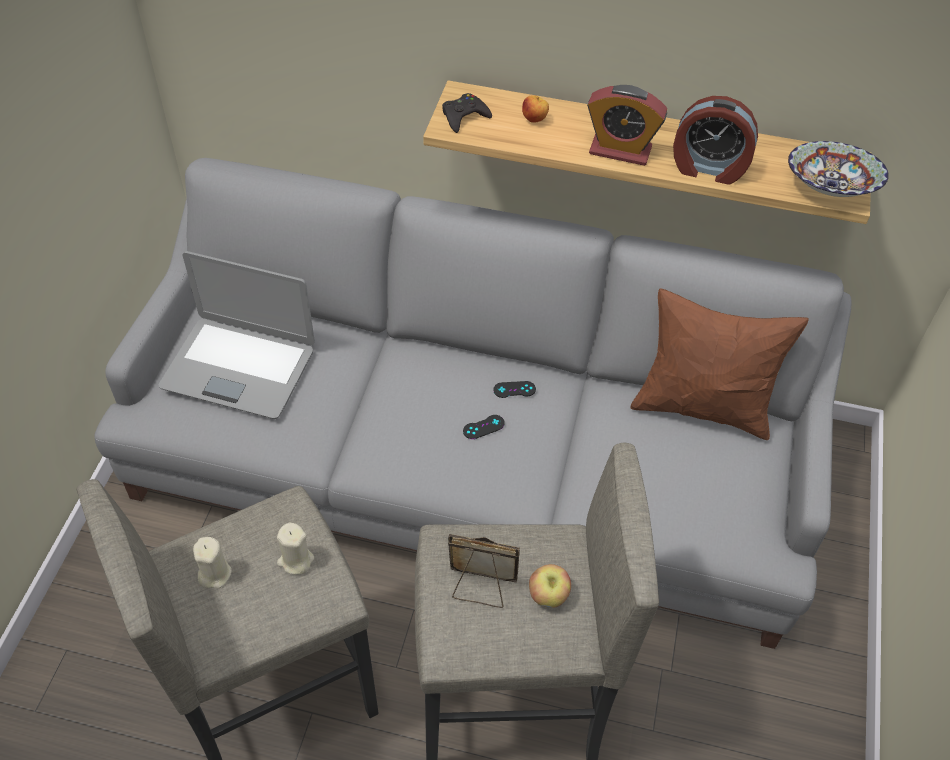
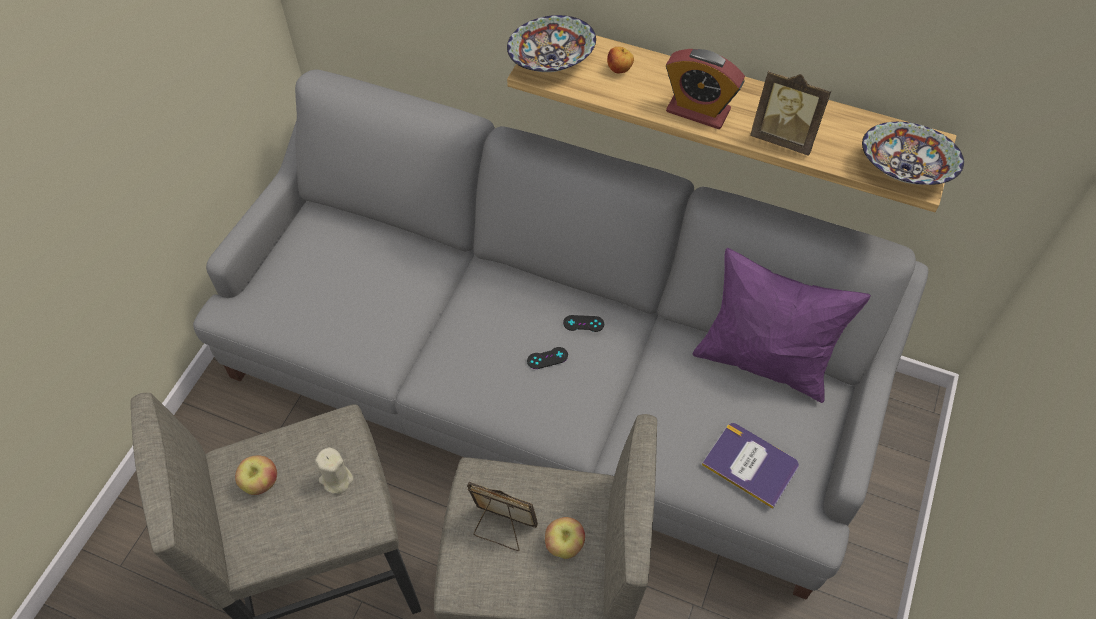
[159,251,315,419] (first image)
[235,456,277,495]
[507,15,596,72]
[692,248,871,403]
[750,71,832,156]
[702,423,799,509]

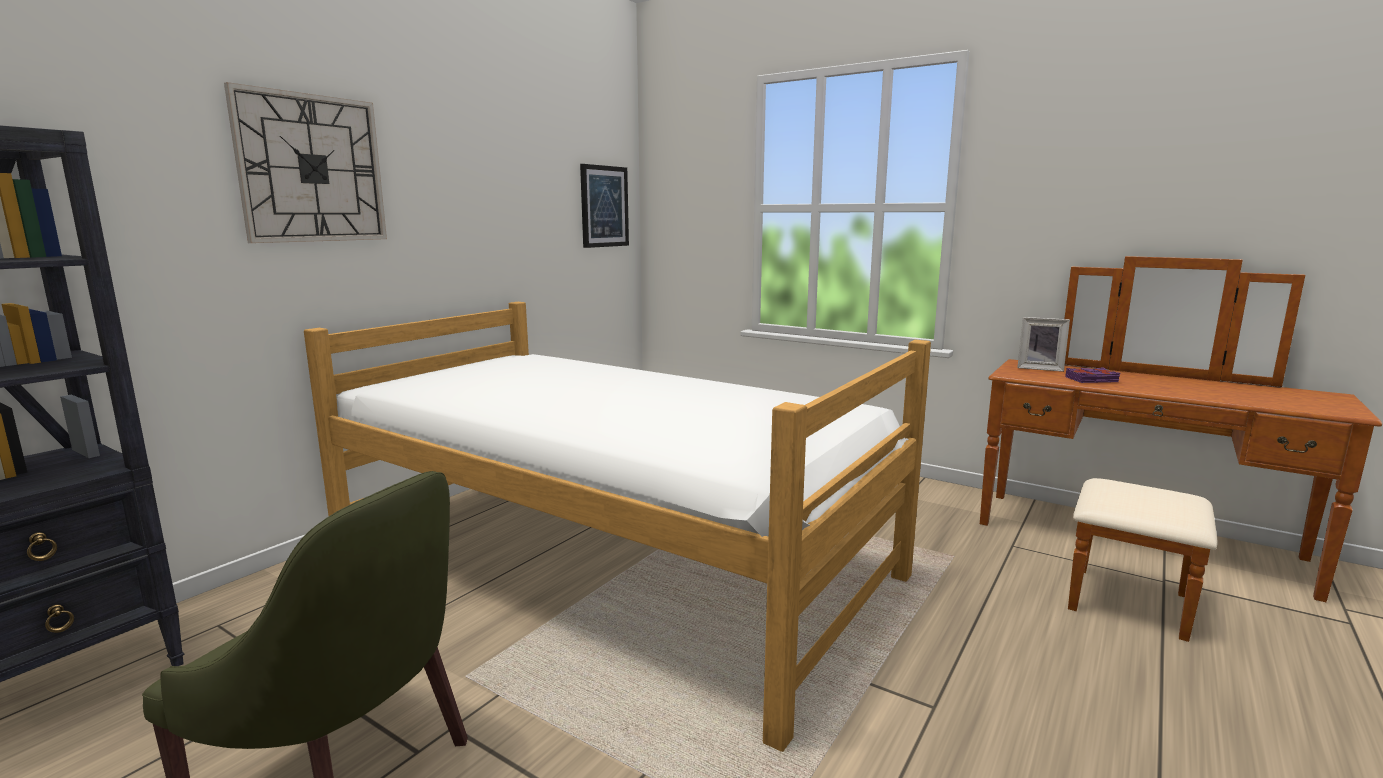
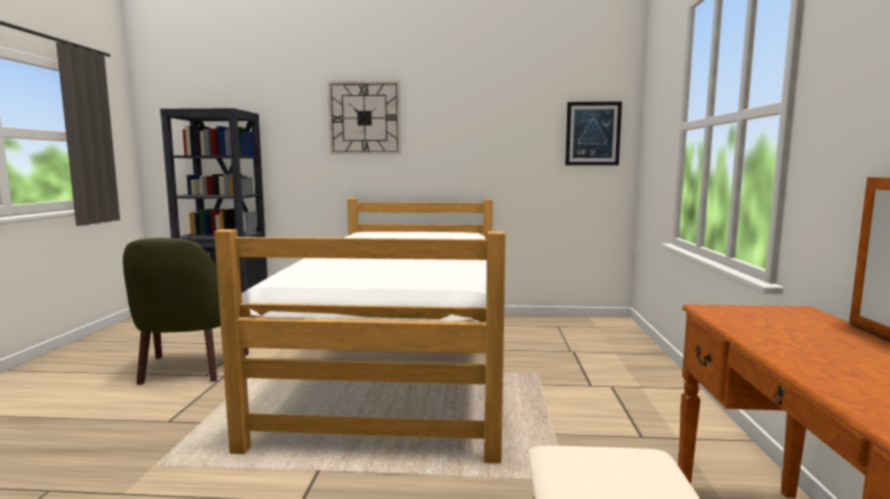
[1017,317,1070,372] (first image)
[1065,368,1120,383] (first image)

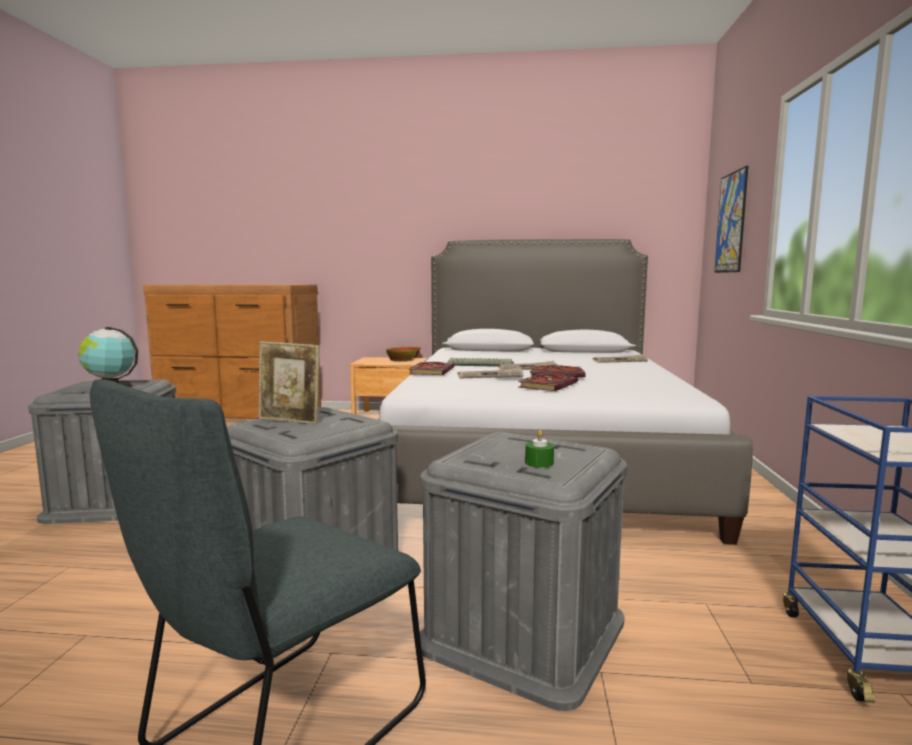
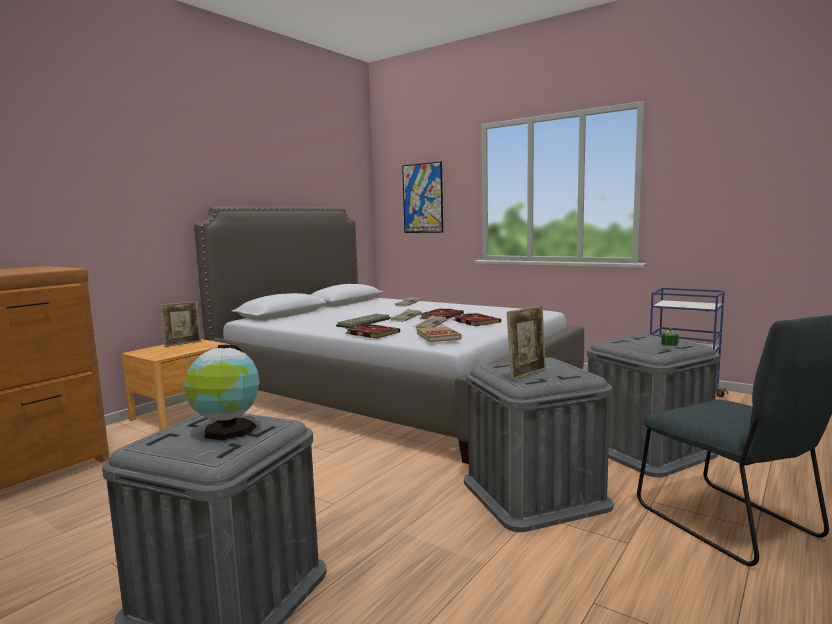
[160,301,201,347]
[417,326,462,342]

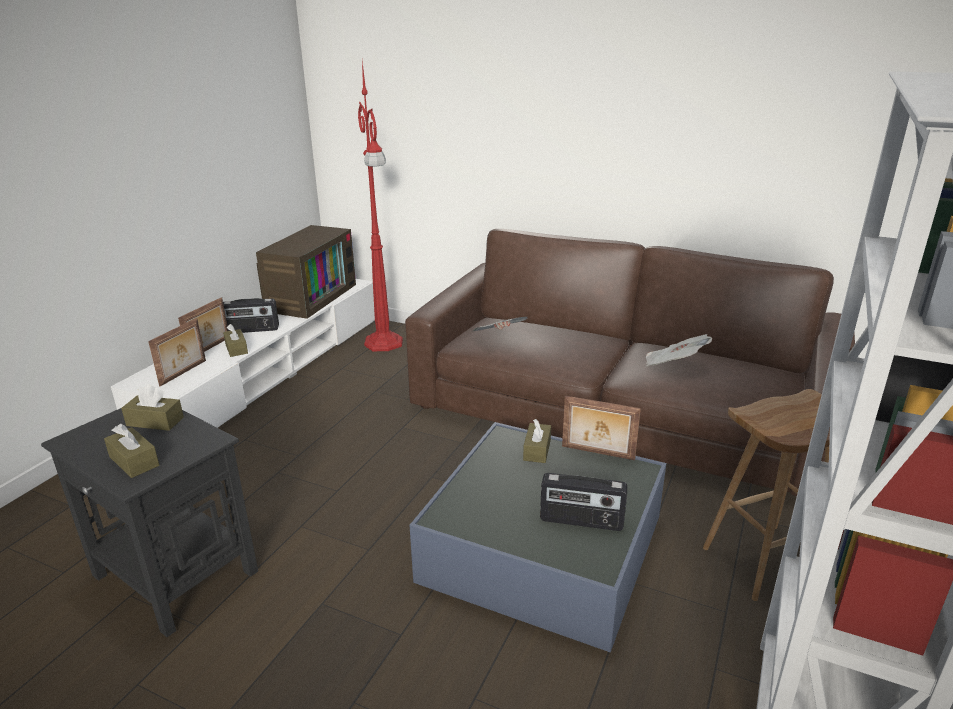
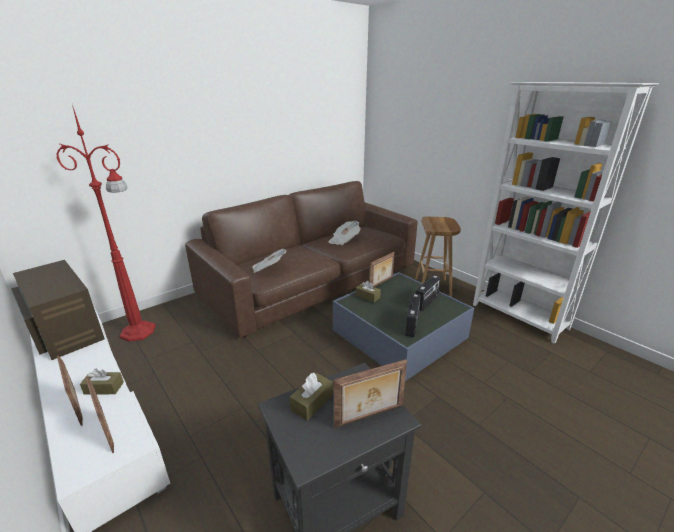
[334,359,407,428]
[405,294,421,337]

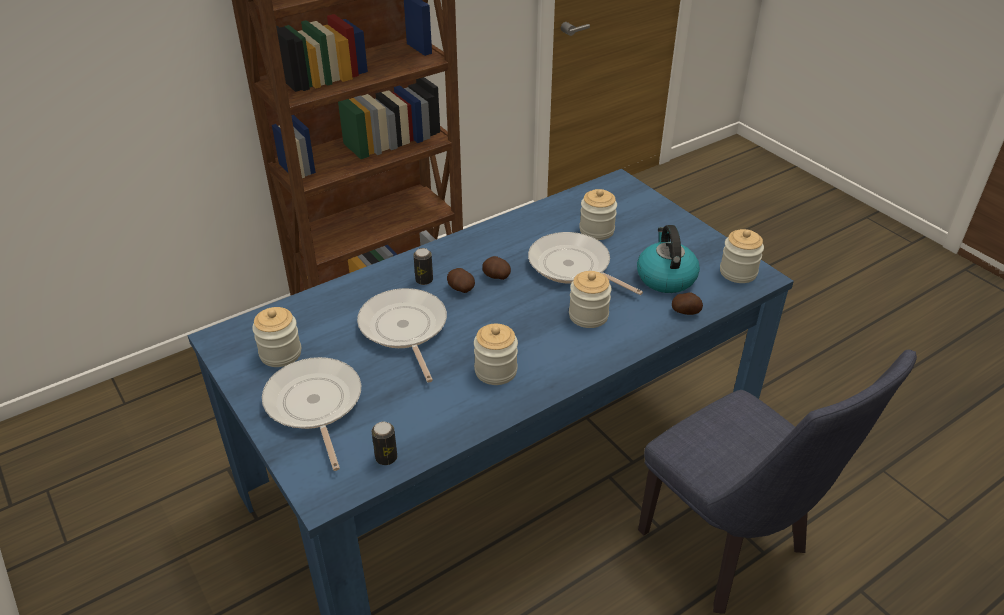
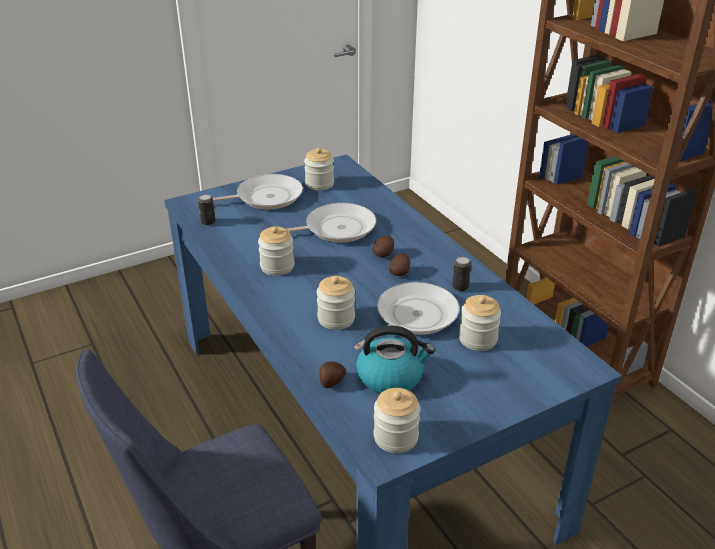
[452,257,471,291]

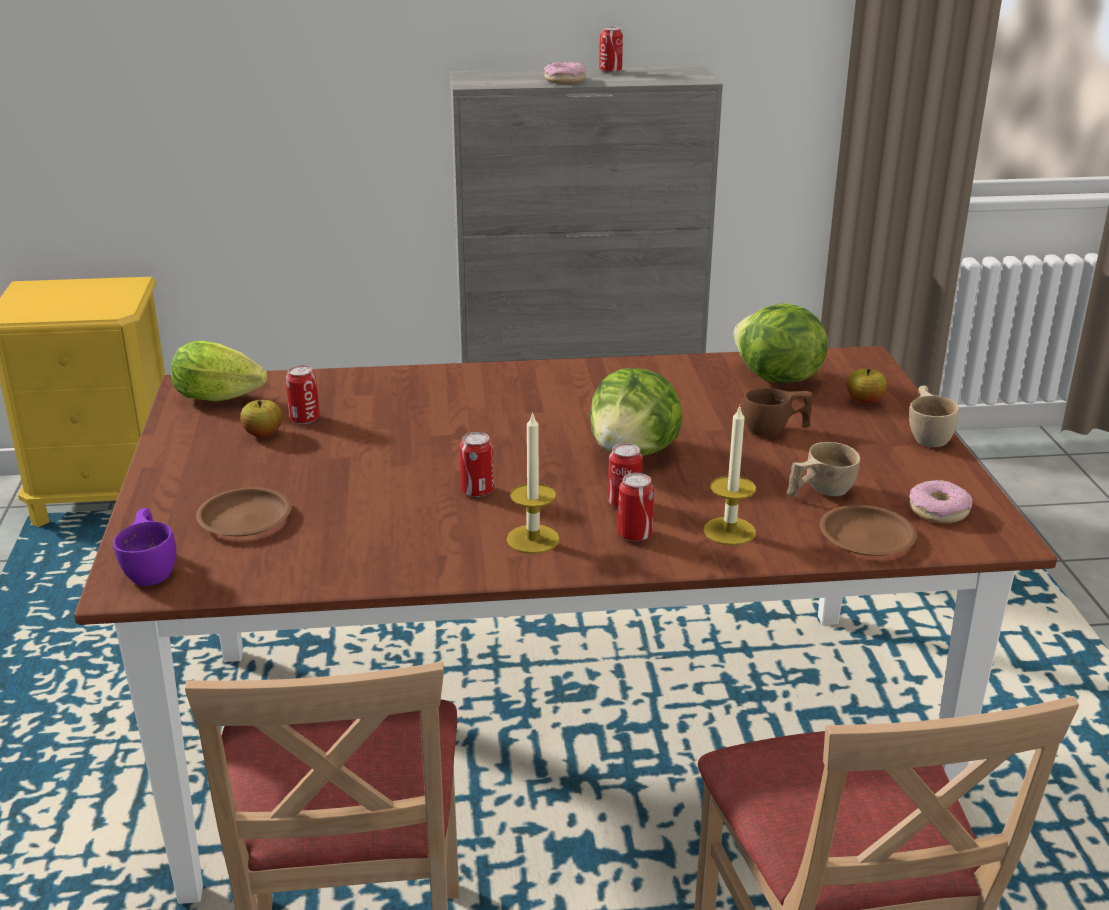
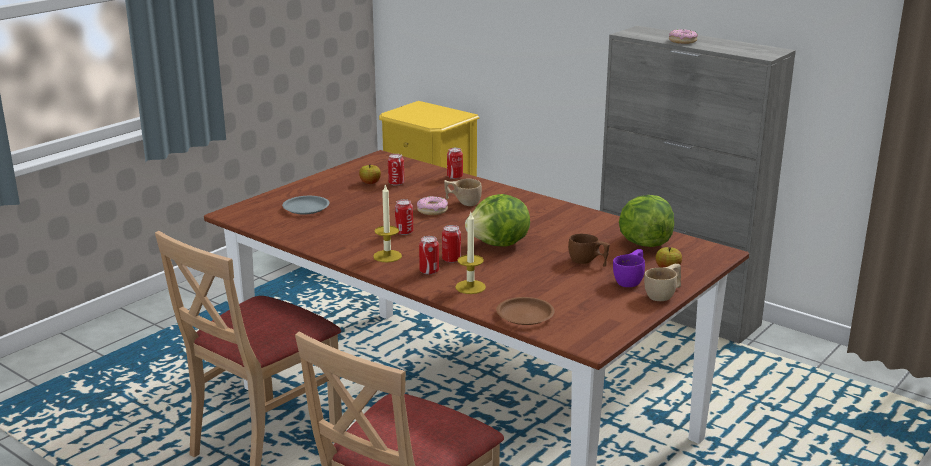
[613,249,645,287]
[171,341,267,402] (first image)
[282,196,329,214]
[447,148,463,179]
[444,179,482,206]
[417,196,448,215]

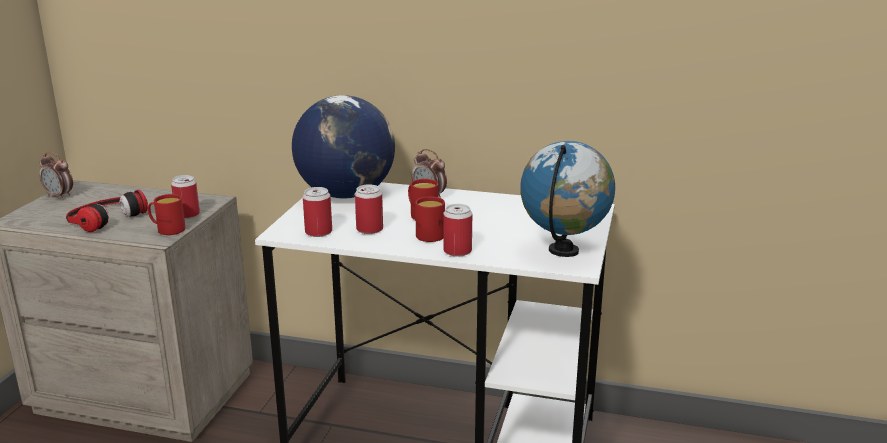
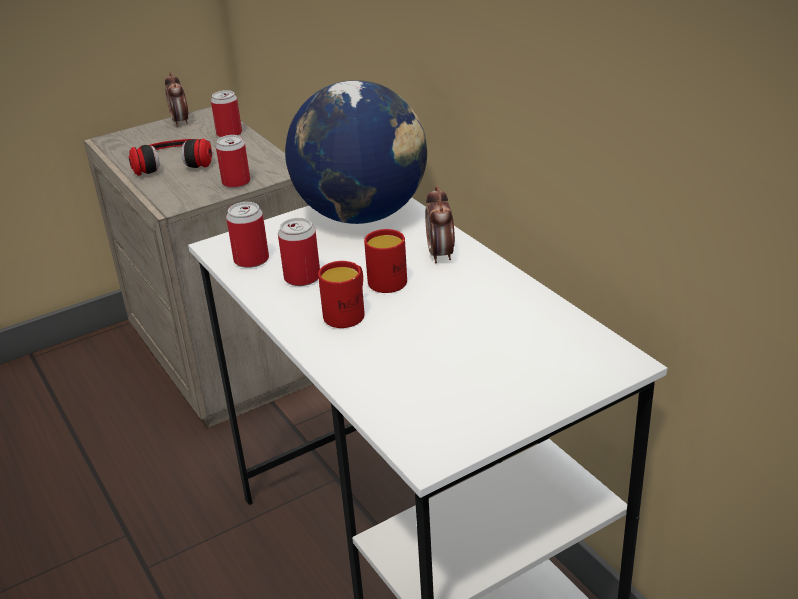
[148,194,186,235] (first image)
[211,90,242,138]
[520,141,615,257] (first image)

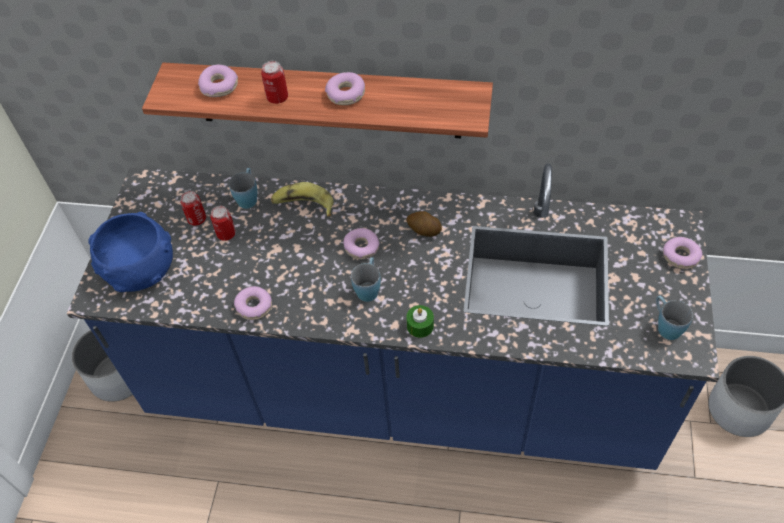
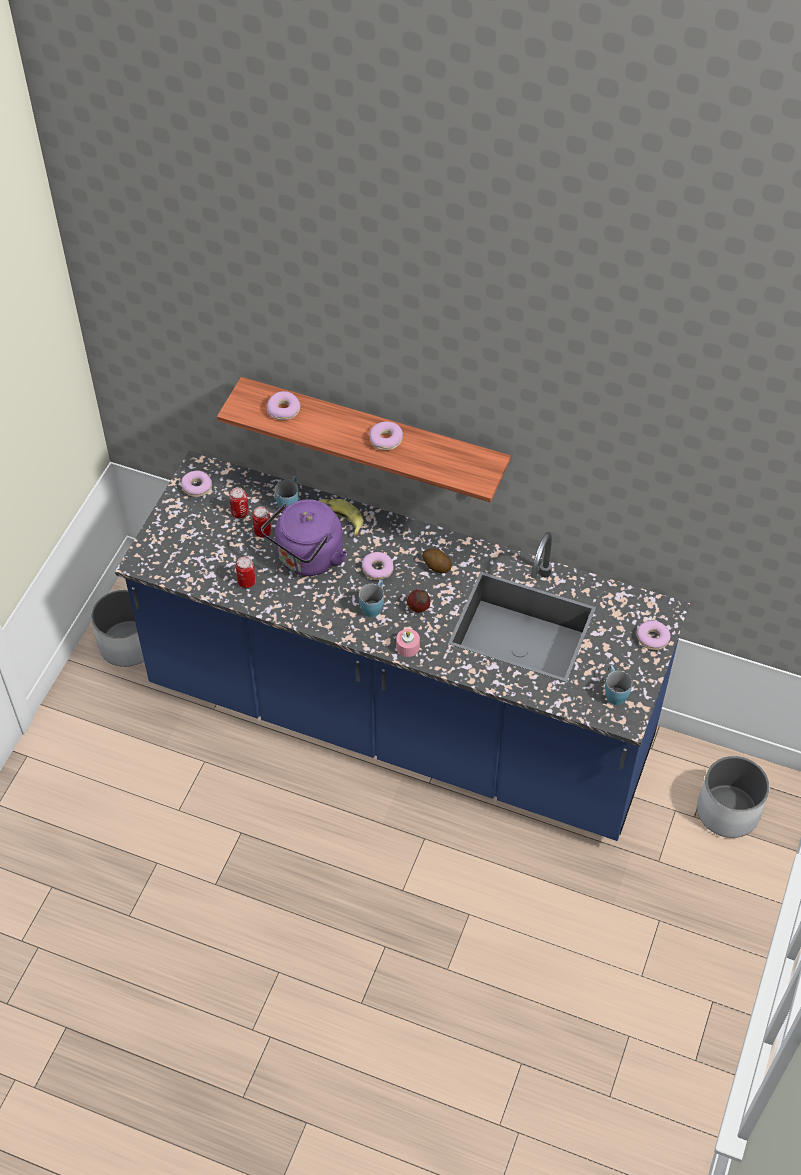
[89,212,173,292] (first image)
[181,471,212,497]
[236,556,256,588]
[396,629,420,657]
[261,499,347,576]
[407,589,430,612]

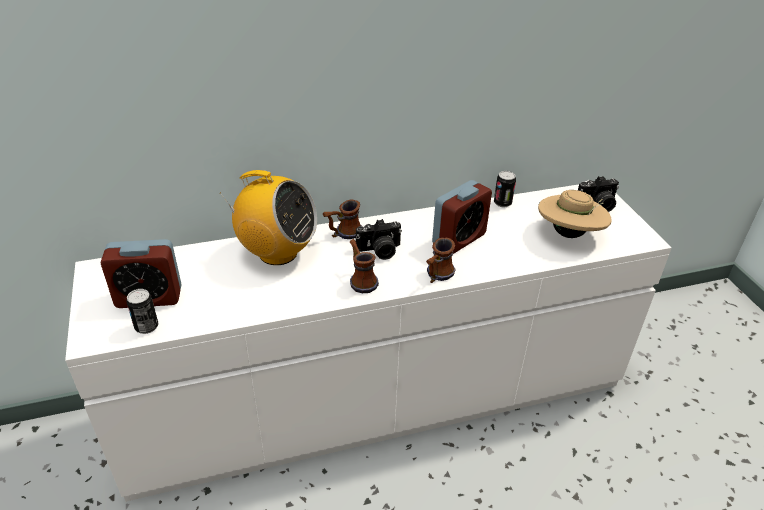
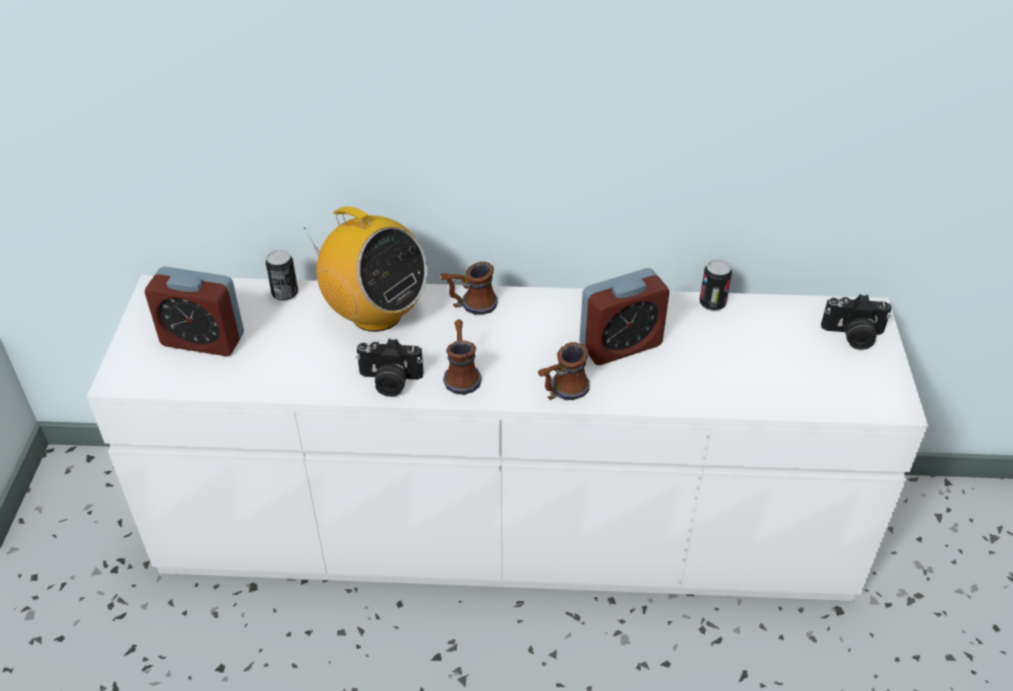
[266,250,298,301]
[356,339,424,397]
[538,190,612,238] (first image)

